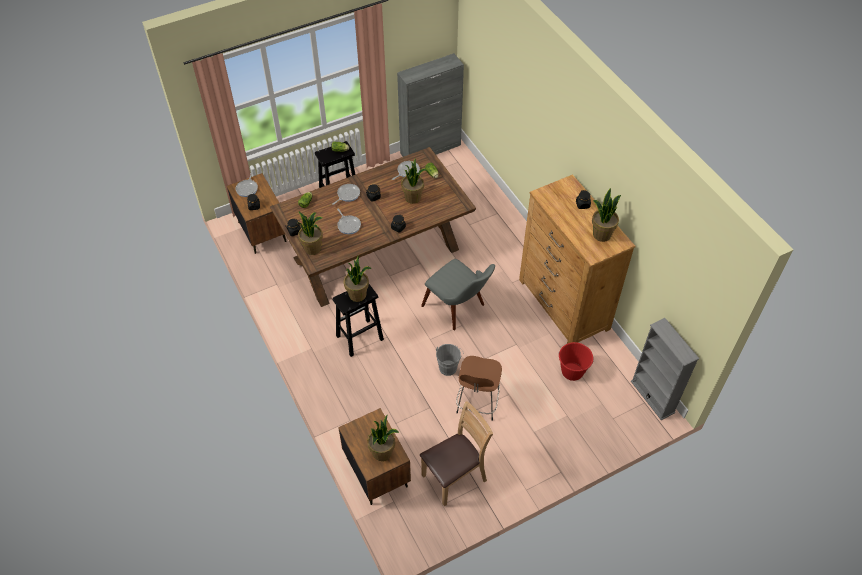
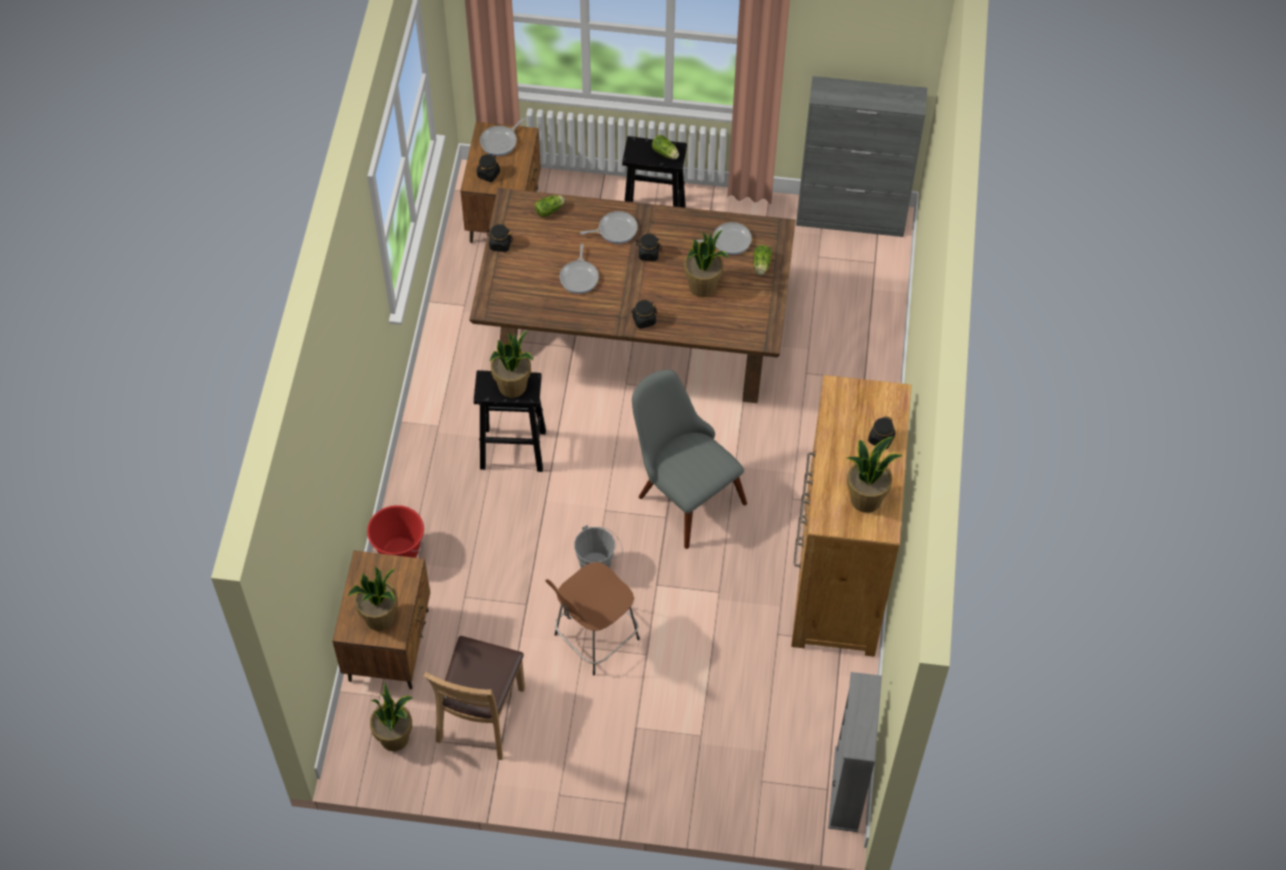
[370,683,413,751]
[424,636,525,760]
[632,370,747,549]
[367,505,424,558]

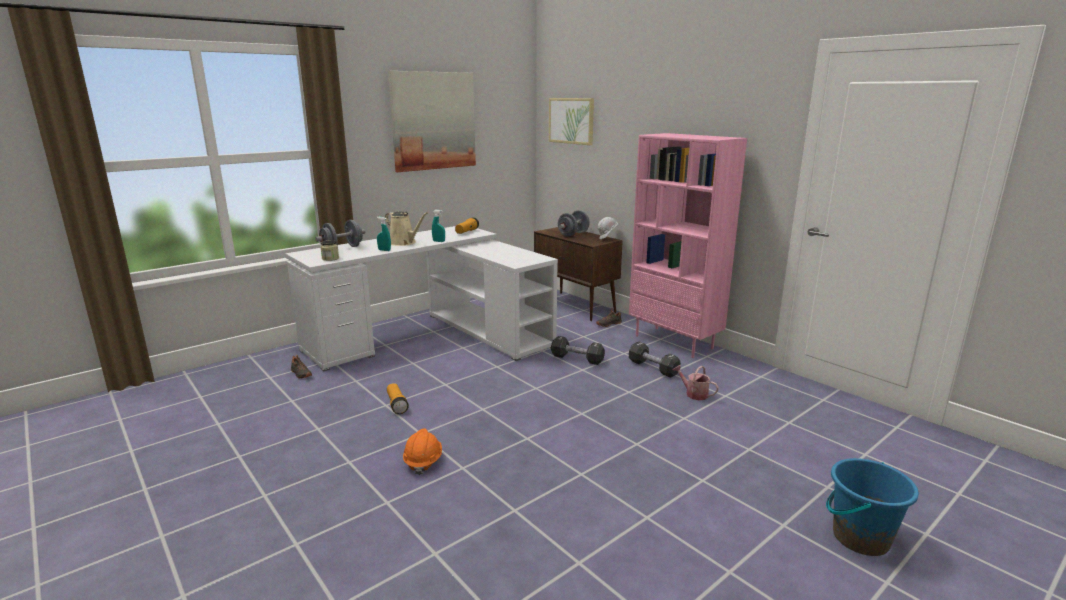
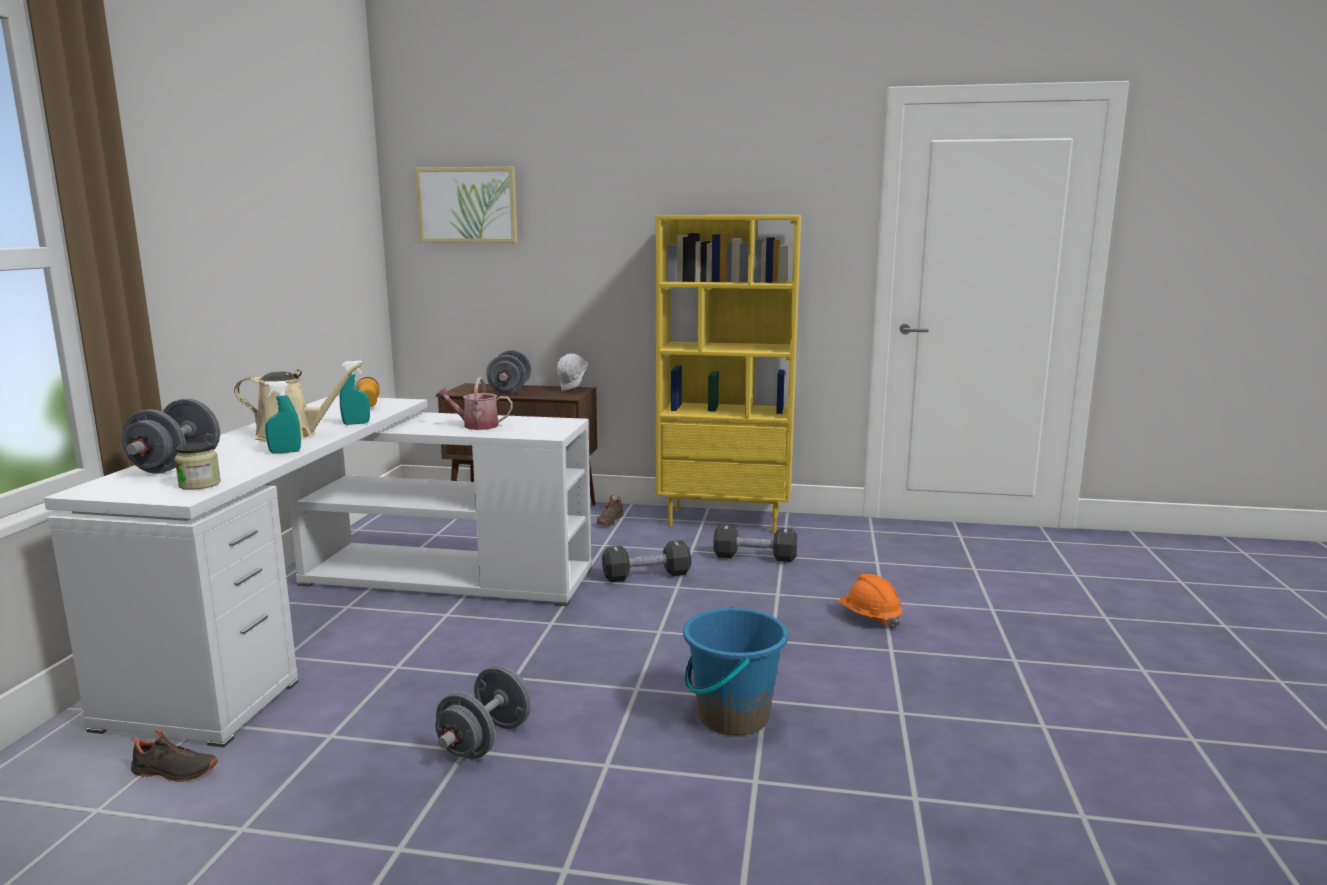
[435,666,531,759]
[388,71,476,172] (first image)
[839,574,902,628]
[655,215,801,533]
[435,377,513,430]
[683,607,788,736]

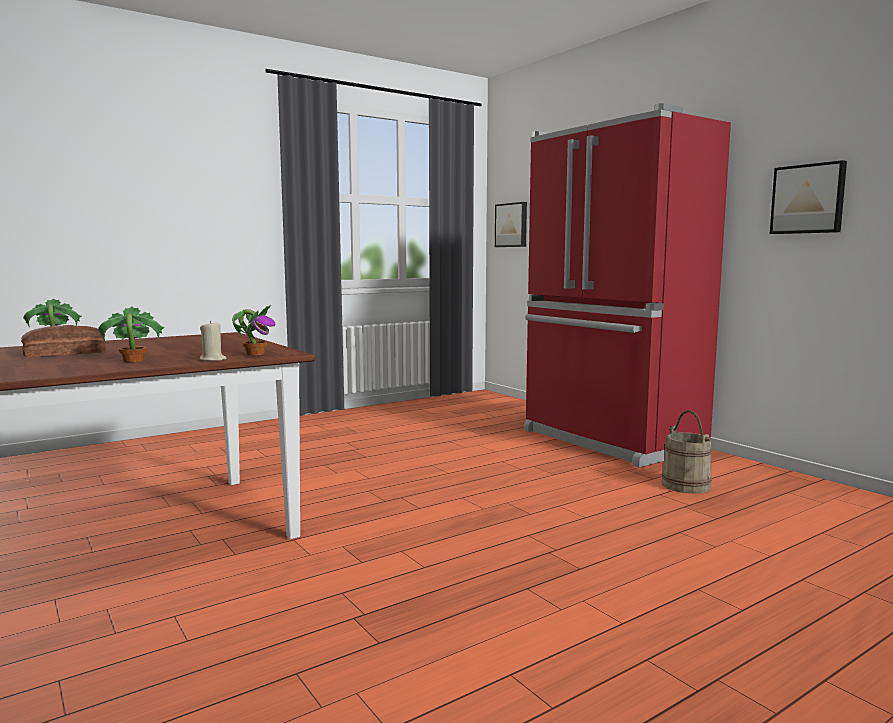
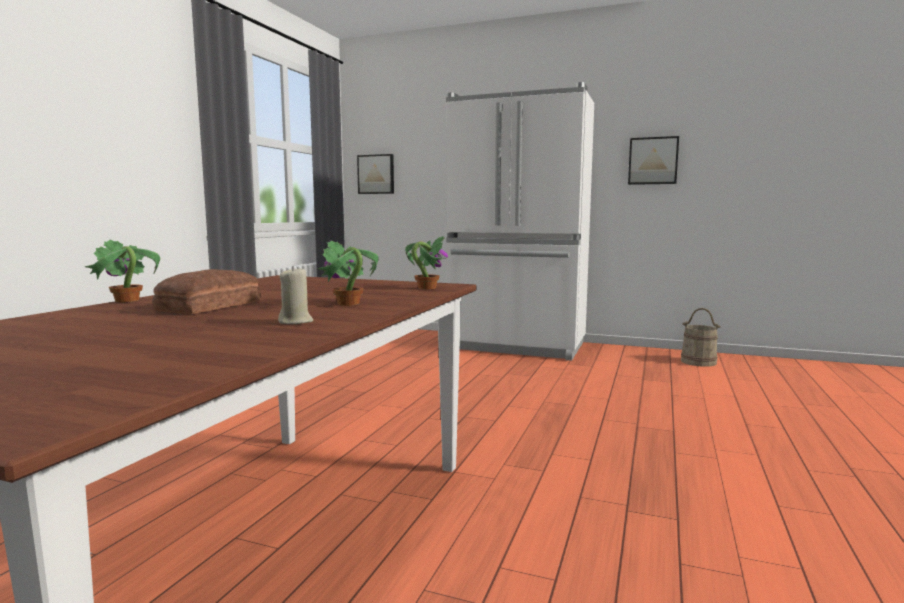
[278,266,313,324]
[446,82,594,361]
[681,308,721,367]

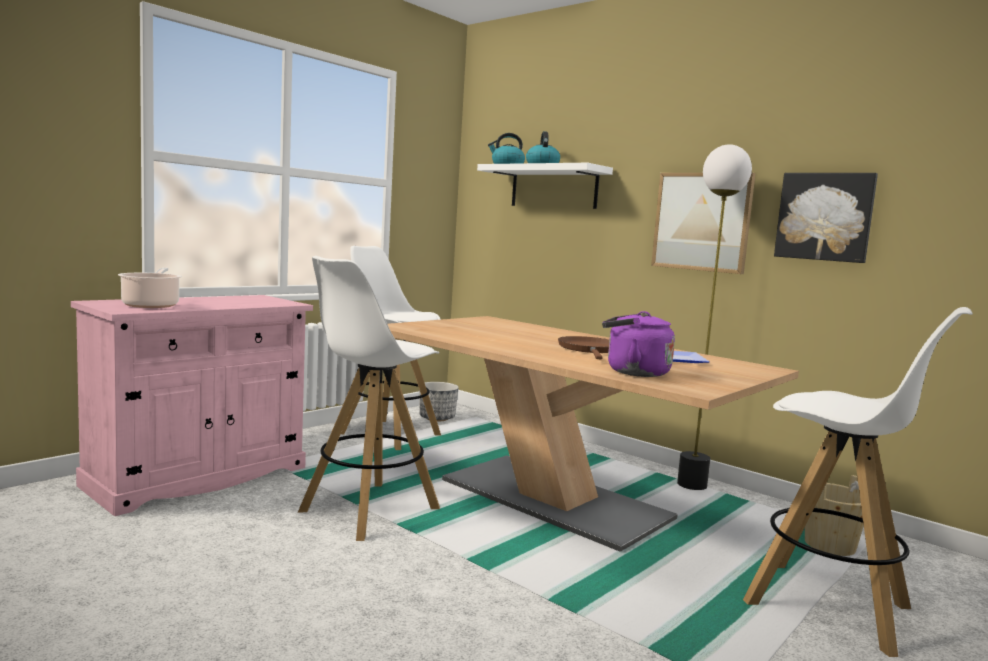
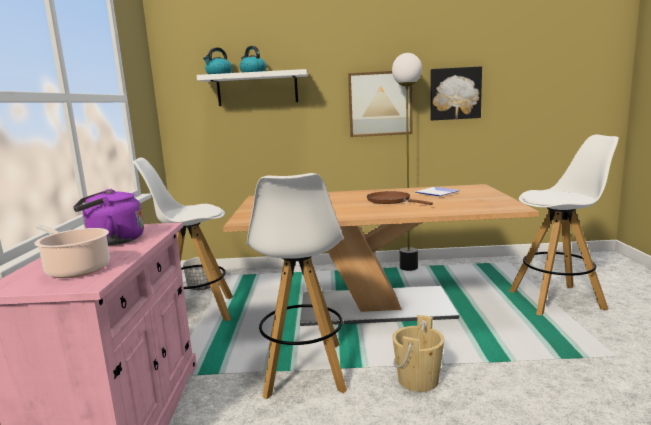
[73,189,144,245]
[392,315,444,392]

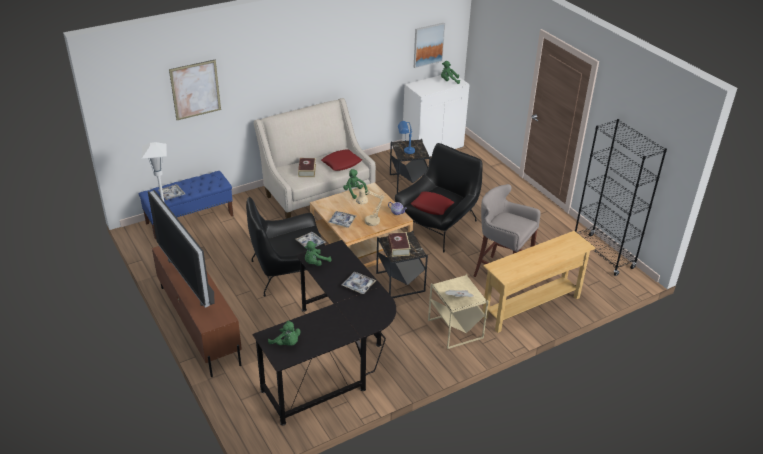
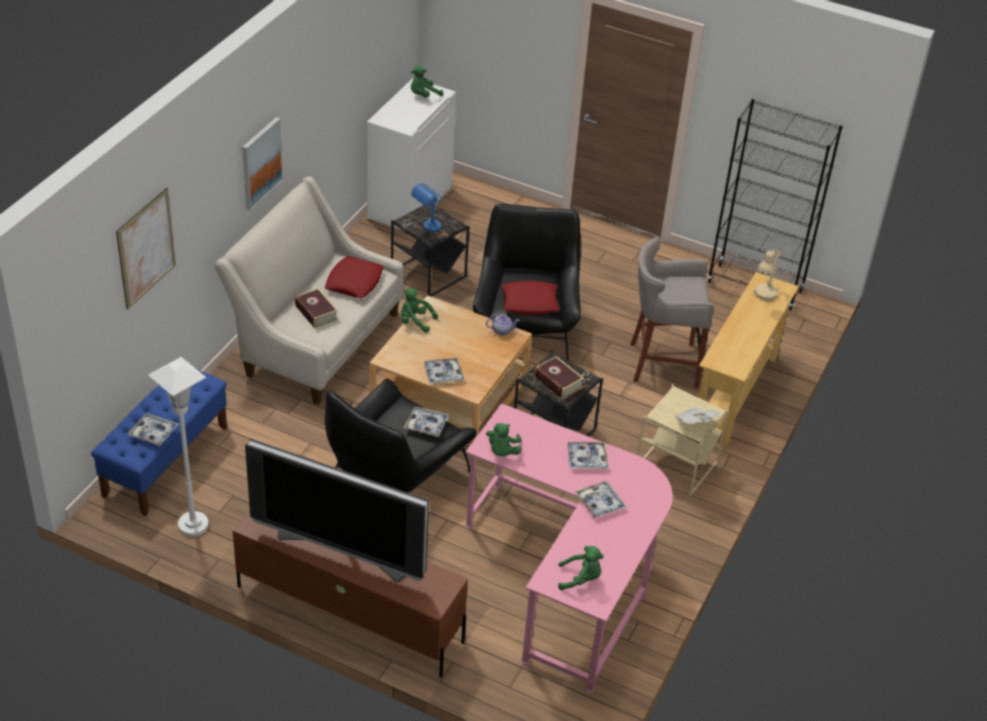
[465,403,673,693]
[754,248,781,301]
[242,117,283,210]
[575,481,627,518]

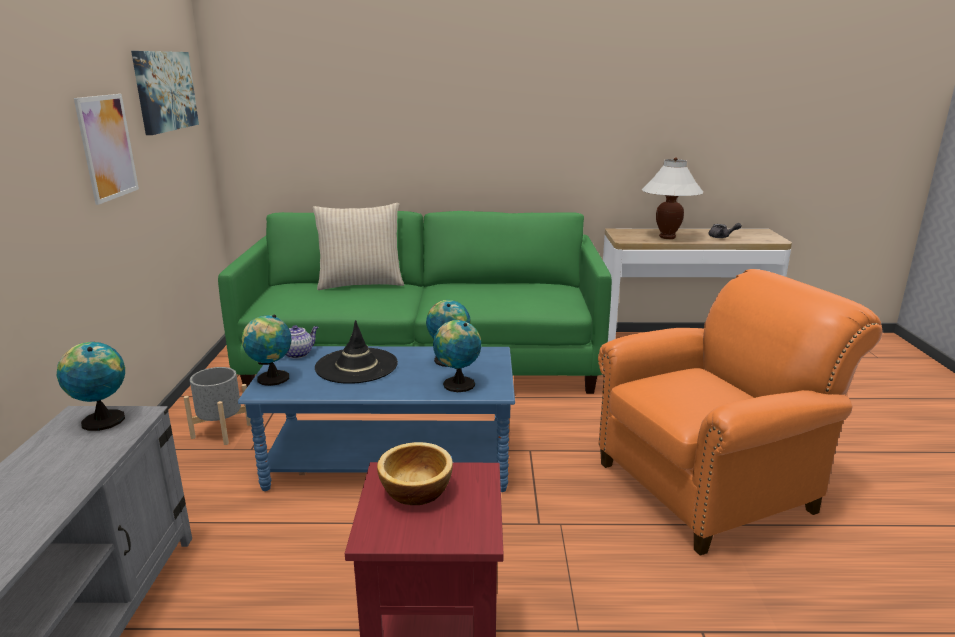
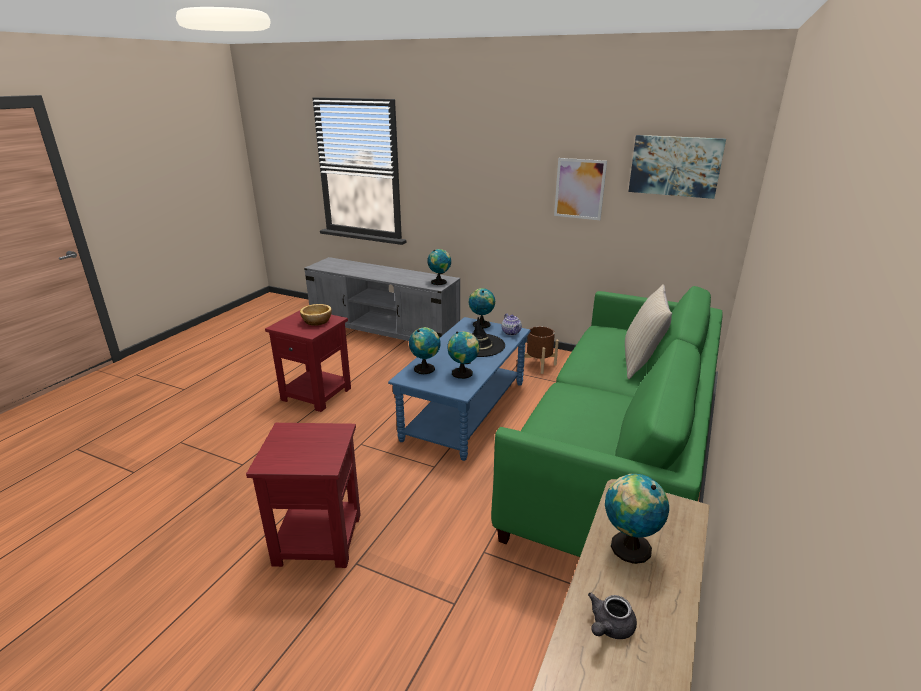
[524,326,559,374]
[246,423,361,568]
[605,474,669,564]

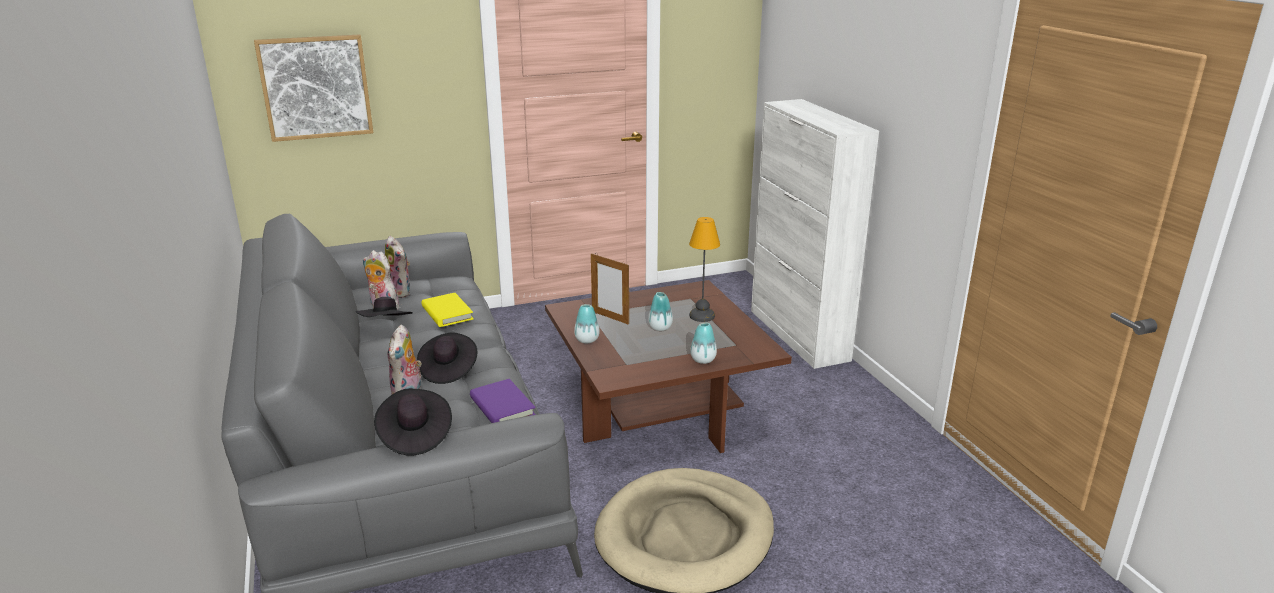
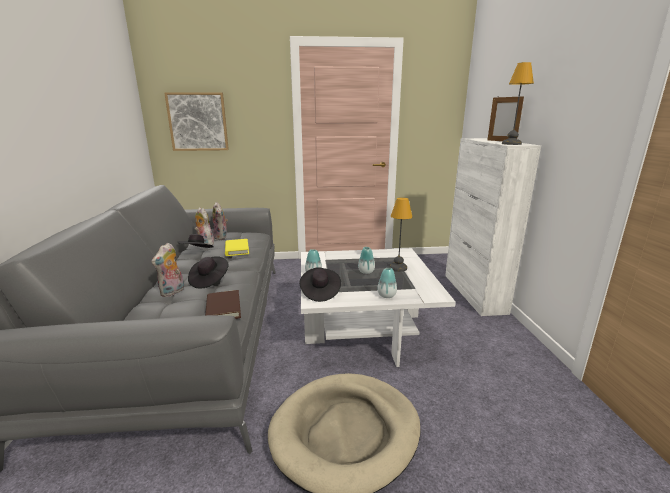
[300,267,341,302]
[205,290,241,319]
[301,248,456,367]
[488,96,524,141]
[502,62,534,145]

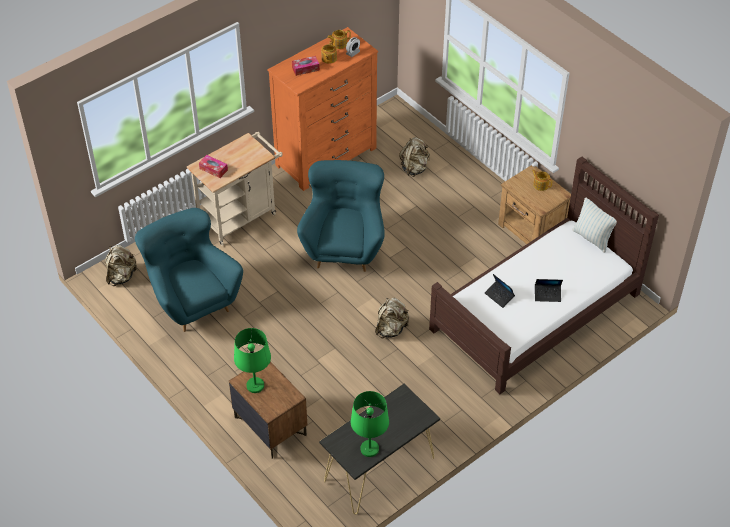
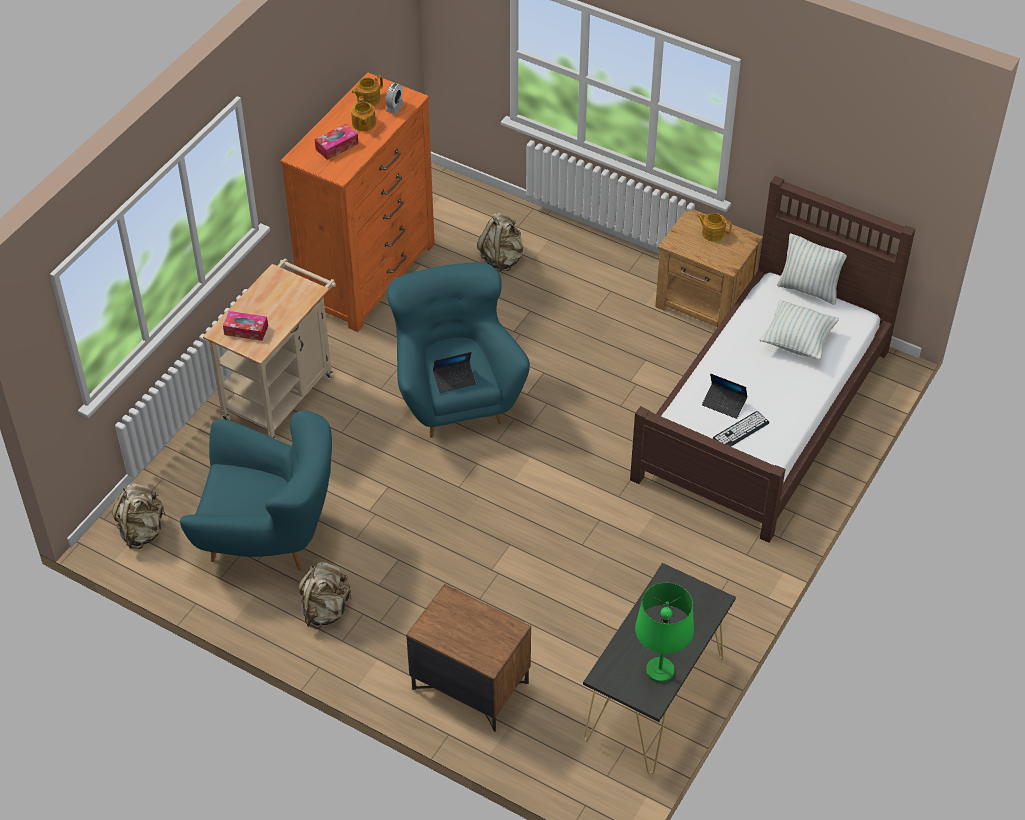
[180,410,332,571]
[234,328,271,393] (first image)
[299,562,352,629]
[433,352,476,393]
[713,411,769,446]
[759,300,839,360]

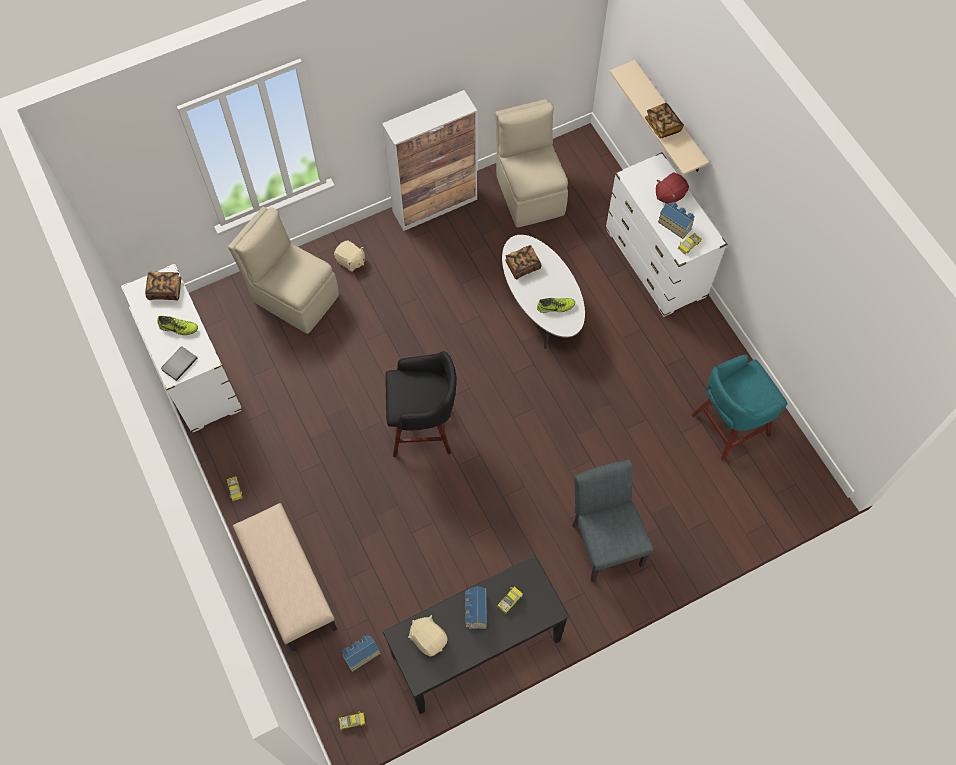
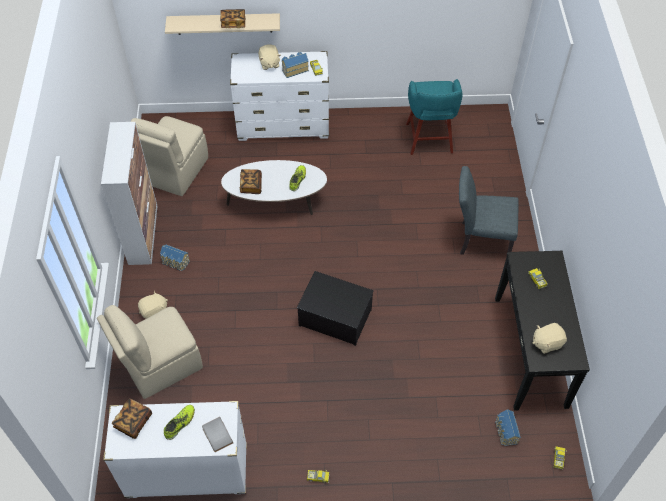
[233,503,337,651] (first image)
[297,271,374,346]
[160,245,190,271]
[130,116,208,196]
[258,44,281,70]

